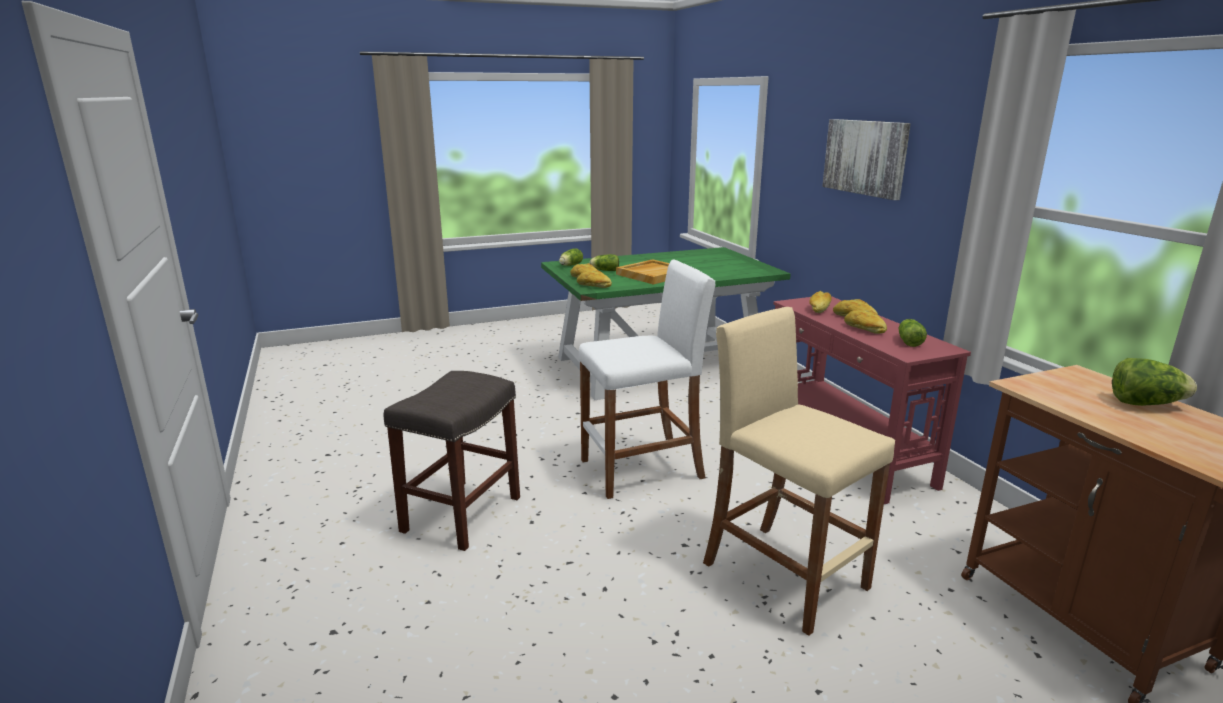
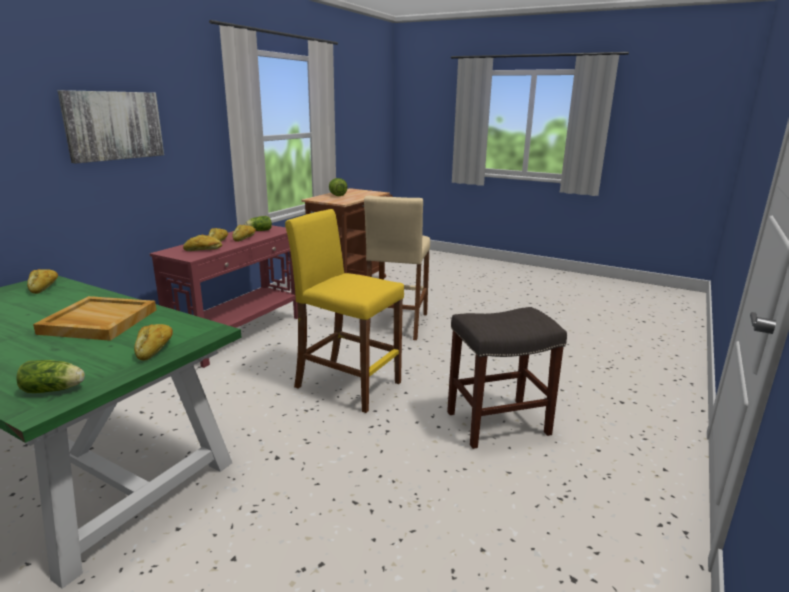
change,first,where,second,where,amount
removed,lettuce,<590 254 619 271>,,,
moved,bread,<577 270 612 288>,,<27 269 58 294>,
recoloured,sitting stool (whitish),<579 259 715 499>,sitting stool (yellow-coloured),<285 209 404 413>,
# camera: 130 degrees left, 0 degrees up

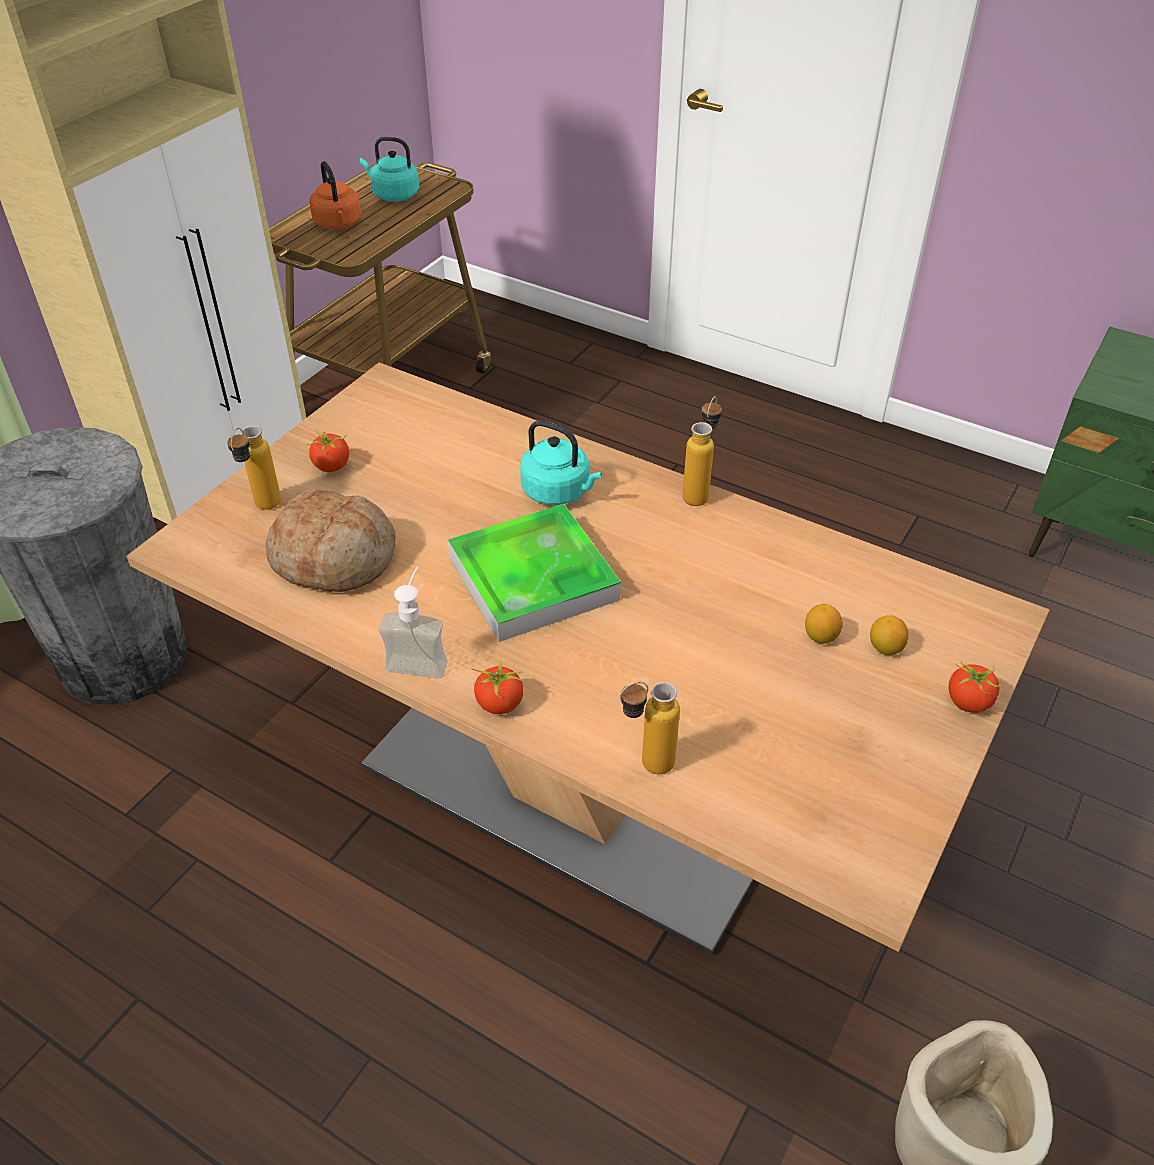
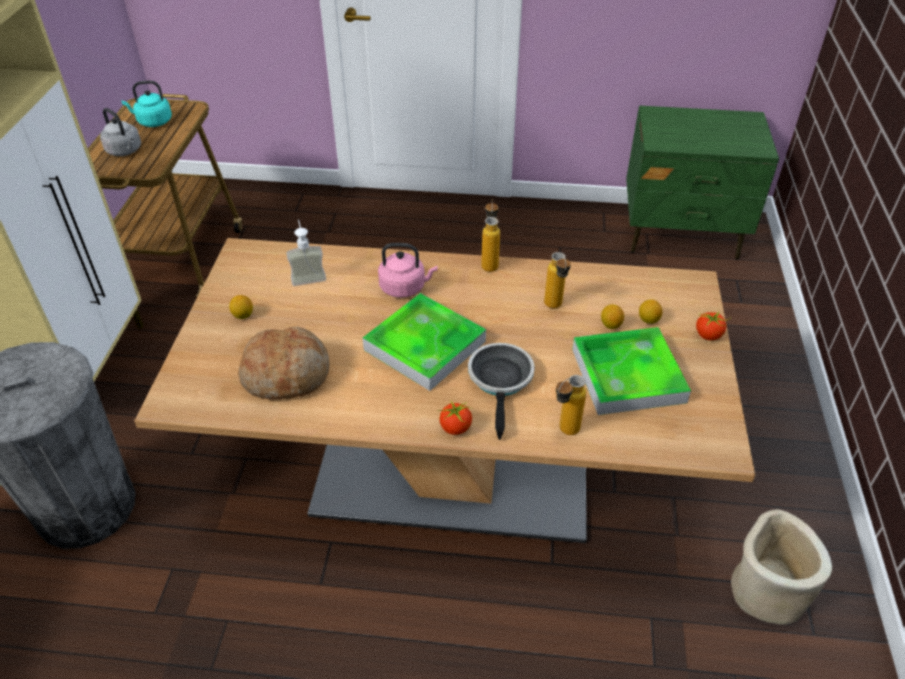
change,first,where,second,where,amount
added,,,skillet,<468 343 535 440>,
added,,,carrying tray,<572 327 691 415>,
moved,drink bottle,<227 426 281 510>,,<544 252 571 309>,
moved,liquid soap bottle,<379 567 448 679>,,<287 219 326 286>,
replaced,fresh tomato,<307 431 349 472>,whole lemon,<229 295 253 319>,
recoloured,tea kettle (orange),<309 161 361 229>,tea kettle (gray),<100 108 141 156>,
recoloured,tea kettle (turquoise-coloured),<520 420 602 505>,tea kettle (pink),<378 243 438 298>,
# camera: 25 degrees left, 0 degrees up

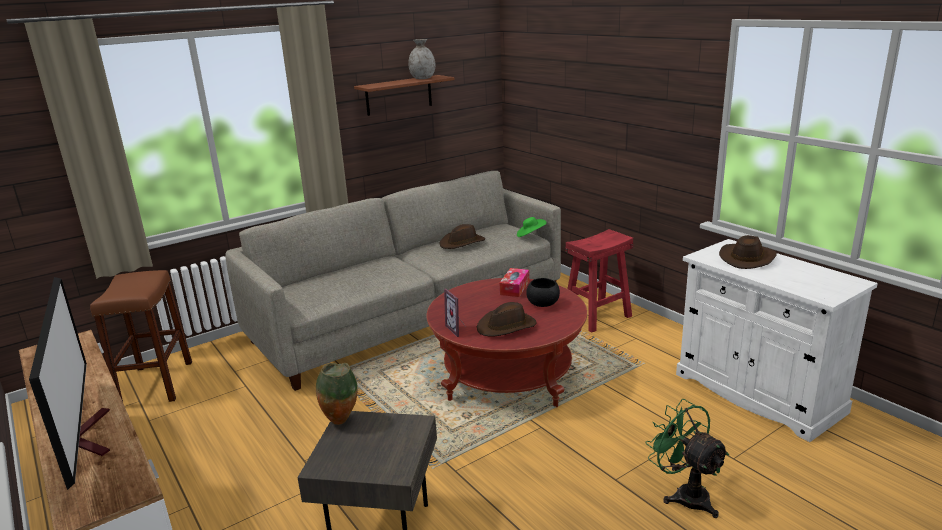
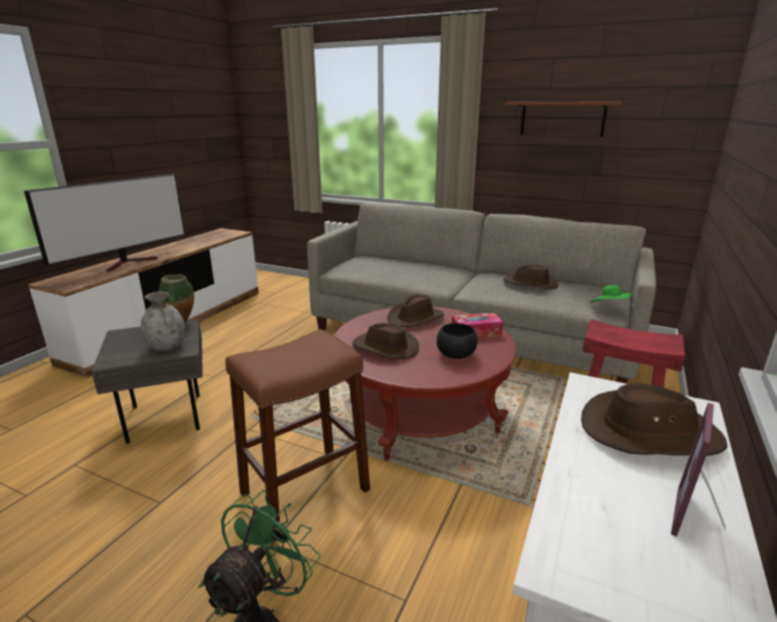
change,first,where,second,where,amount
added,,,clothing hat (brownish),<387 294 444 327>,
moved,sitting stool (brownish),<90 270 192 402>,,<225 329 370 542>,
moved,decorative vase (gray),<408 39 435 79>,,<141 292 185 351>,
moved,photo frame,<444 288 466 337>,,<671 403 725 537>,
# camera: 60 degrees right, 0 degrees up

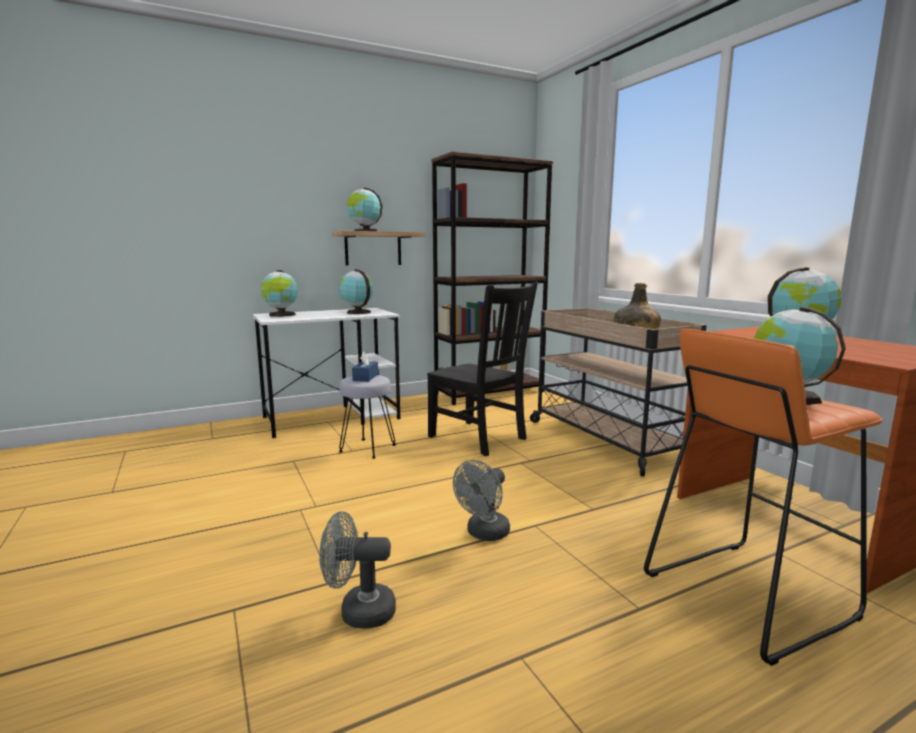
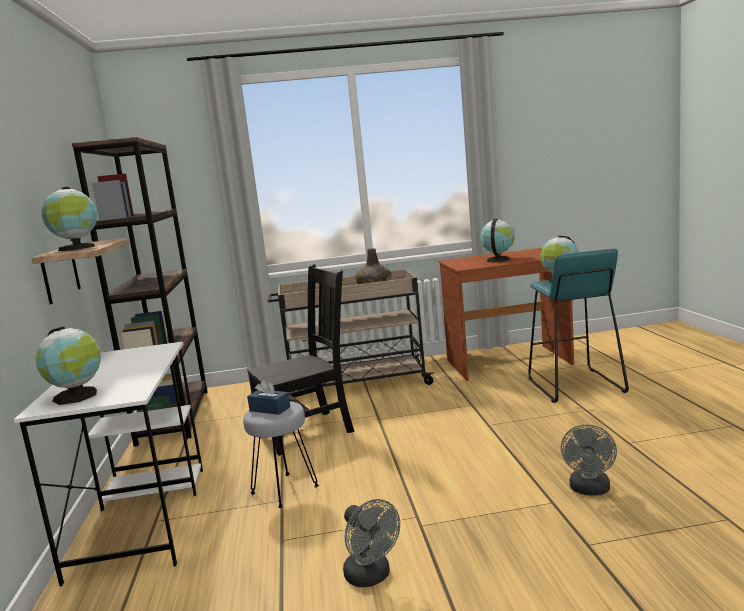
change,first,where,second,where,amount
removed,globe,<339 269 373 314>,,,
moved,cooling fan (gray),<453 460 510 541>,,<343 499 400 587>,
recoloured,sitting stool (orange),<644 329 883 666>,sitting stool (turquoise-coloured),<528 249 629 403>,
# camera: 70 degrees left, 0 degrees up

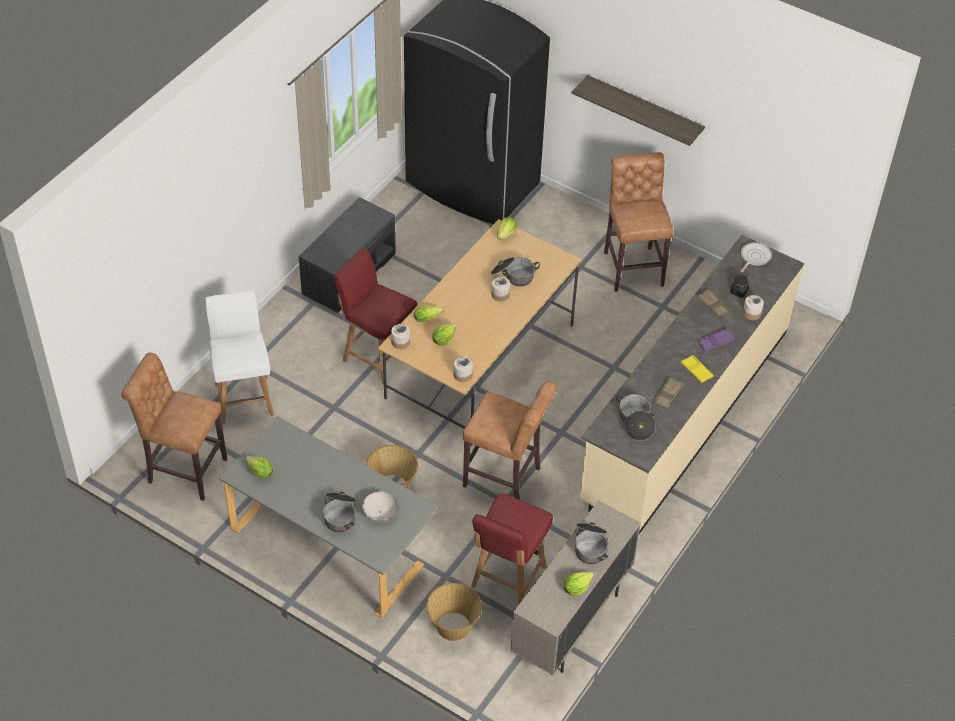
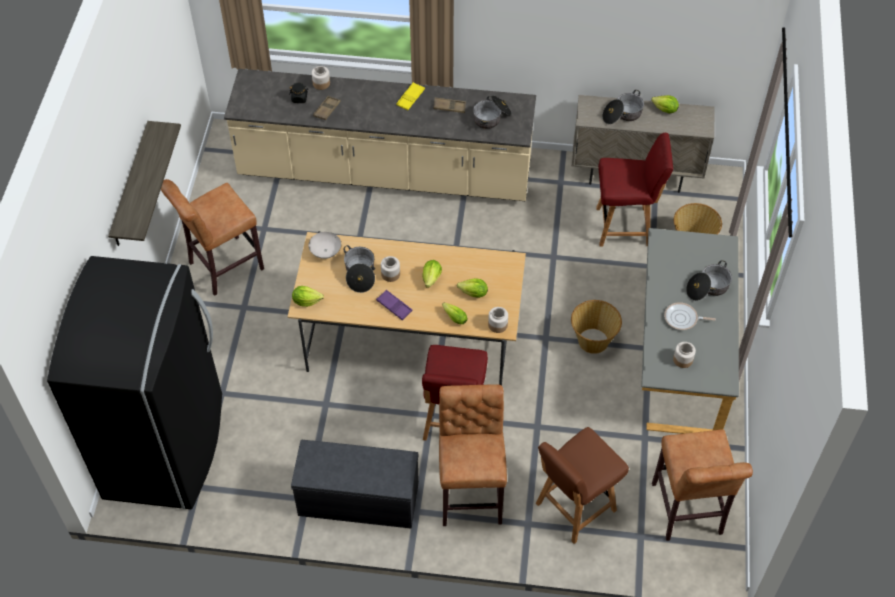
change,first,where,second,where,amount
moved,lettuce,<246 456 273 478>,,<422 260 442 288>,
moved,serving bowl (whitish),<362 492 397 521>,,<308 232 341 259>,
moved,storage jar,<454 357 473 382>,,<673 342 696 368>,
moved,sitting stool (brownish),<463 381 556 500>,,<439 384 507 526>,
moved,carrying tray (purple),<698 328 735 352>,,<376 290 412 320>,
moved,skillet,<740 242 772 272>,,<664 302 716 330>,
recoloured,chair (whitish),<205 290 274 424>,chair (brownish),<536 427 629 544>,
# camera: 115 degrees left, 5 degrees up

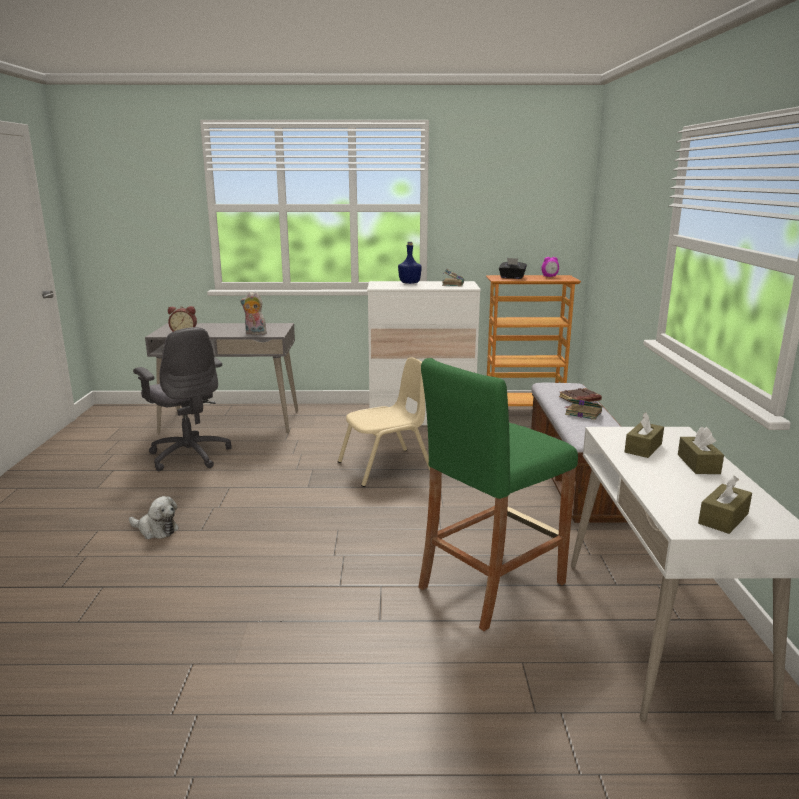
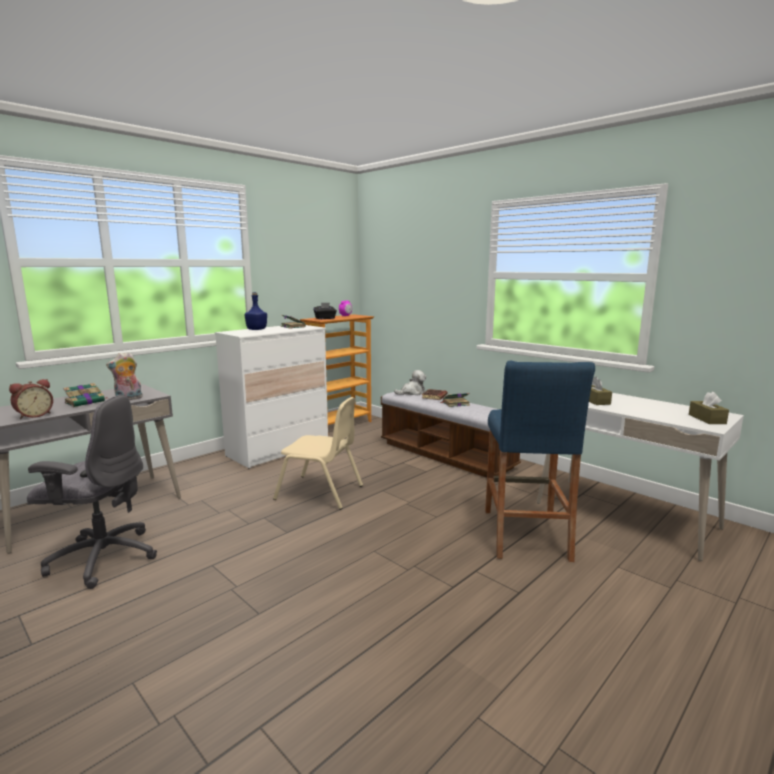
change,first,where,second,where,amount
removed,box of tissues (brownish),<678 427 724 474>,,,
added,,,book,<63 383 107 407>,
moved,plush toy,<129 496 179 539>,,<394 370 426 395>,
recoloured,sitting stool (green-coloured),<418 358 578 631>,sitting stool (bluish),<485 360 595 562>,
turned,chair (beige),<338 357 430 487>,,<273 397 363 510>,90 degrees clockwise
# camera: 45 degrees left, 5 degrees down

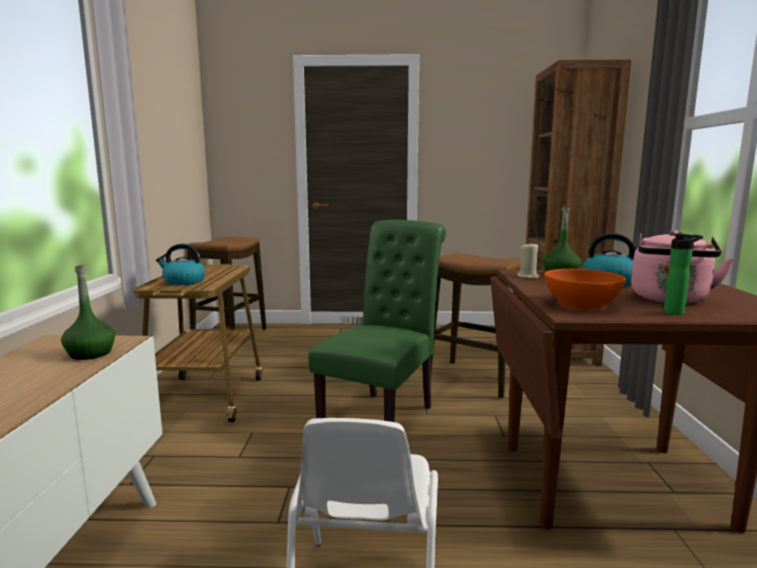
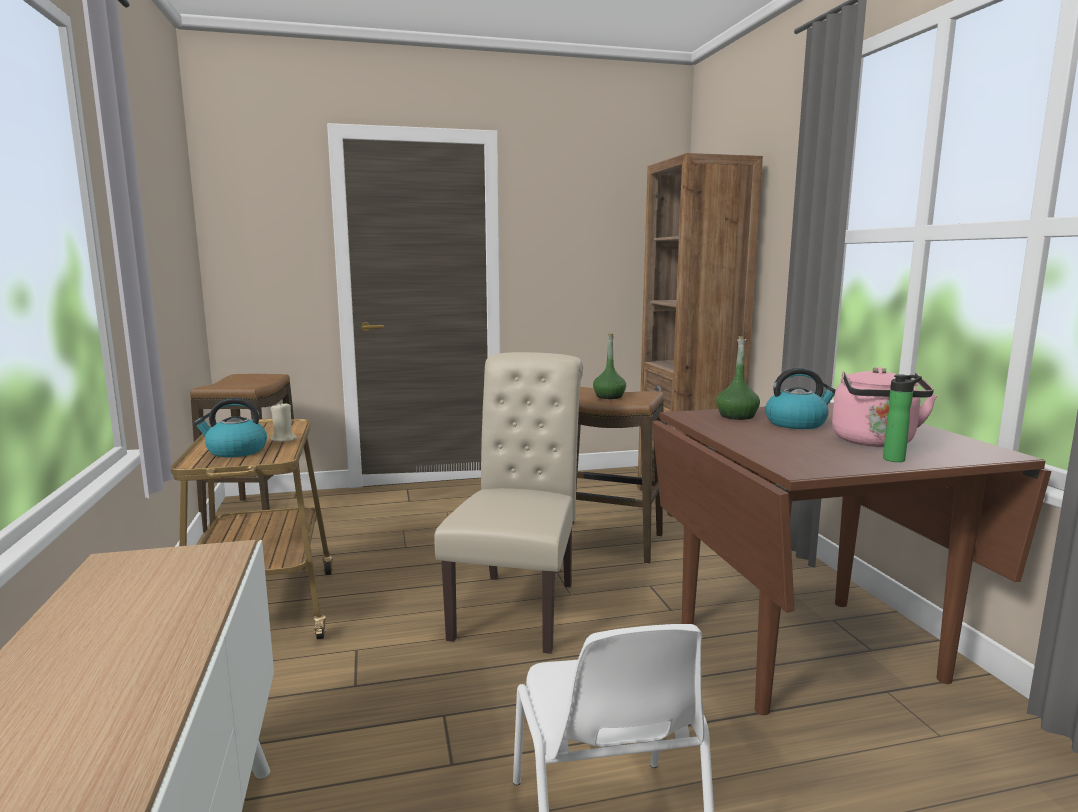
change,first,where,second,where,amount
removed,serving bowl (orange),<544 269 626 310>,,,
moved,drink bottle (green-coloured),<61 264 115 360>,,<593 333 626 399>,
moved,wax candle (beige),<517 243 540 278>,,<271 402 297 442>,
recoloured,chair (green-coloured),<309 220 446 422>,chair (beige),<434 352 583 654>,
# camera: 15 degrees left, 0 degrees up

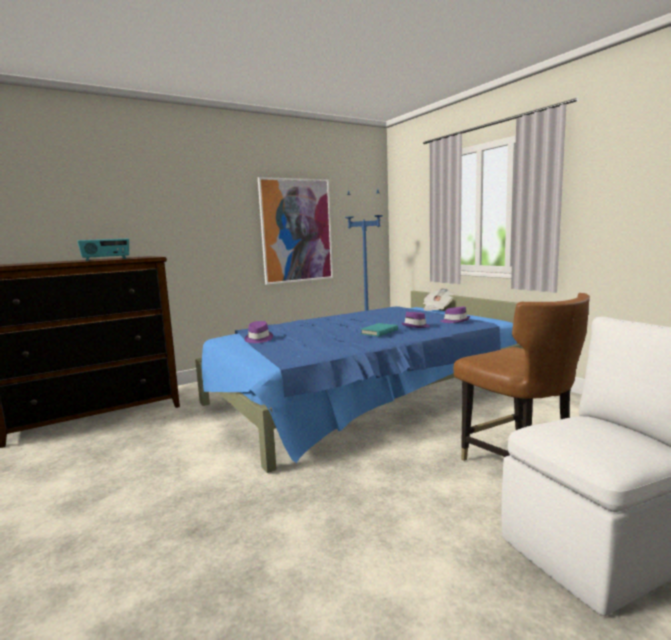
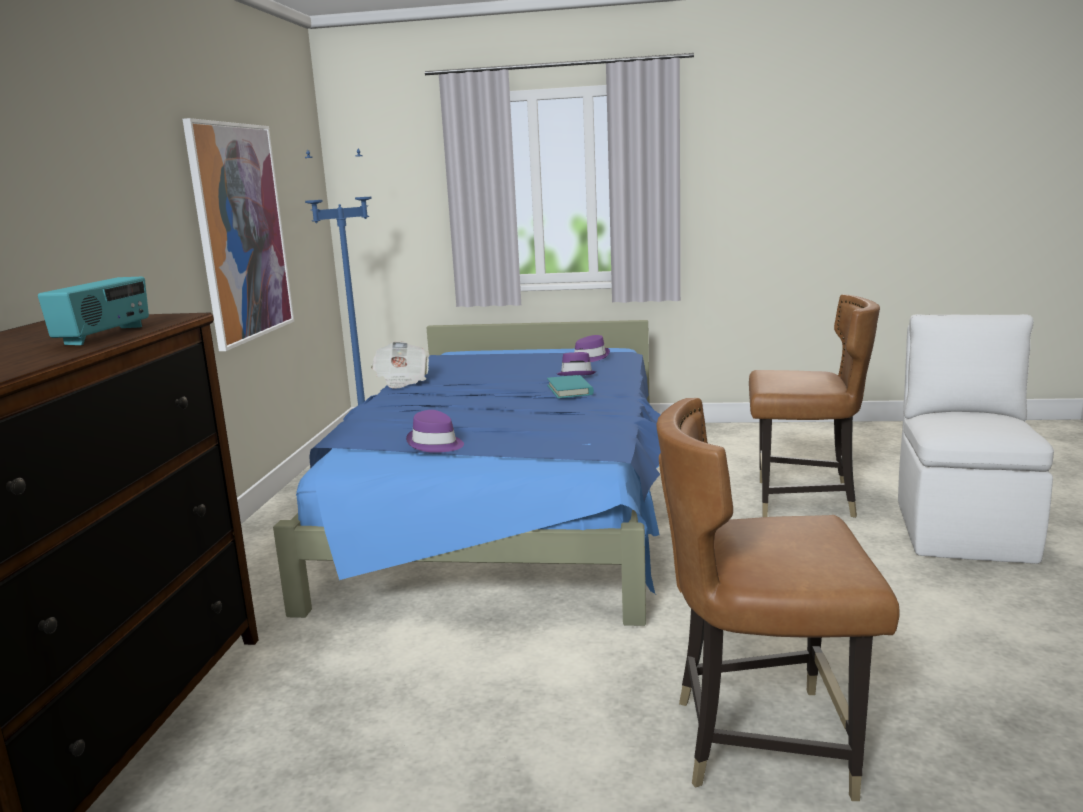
change,first,where,second,where,amount
added,,,chair (brownish),<656 398 900 801>,
moved,printed paper,<423 288 455 311>,,<371 341 429 389>,
# camera: 50 degrees left, 5 degrees up

